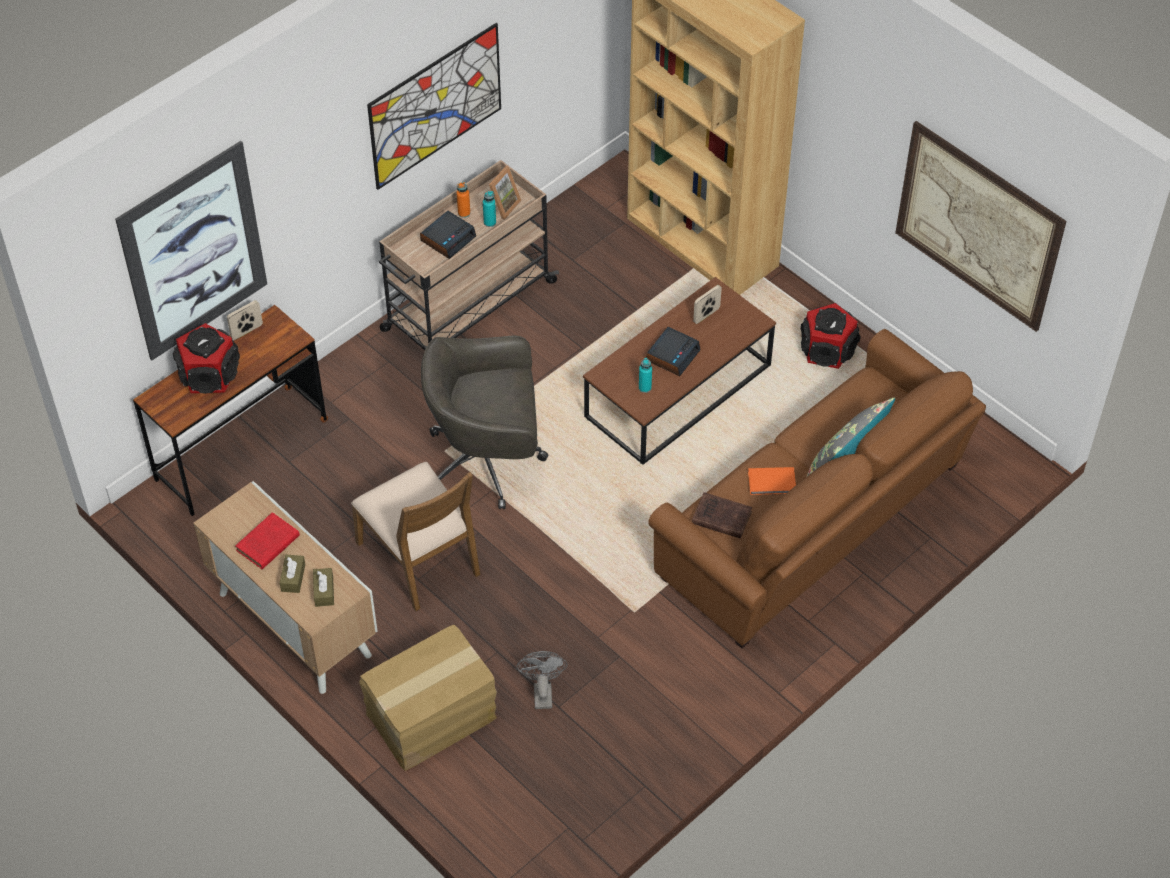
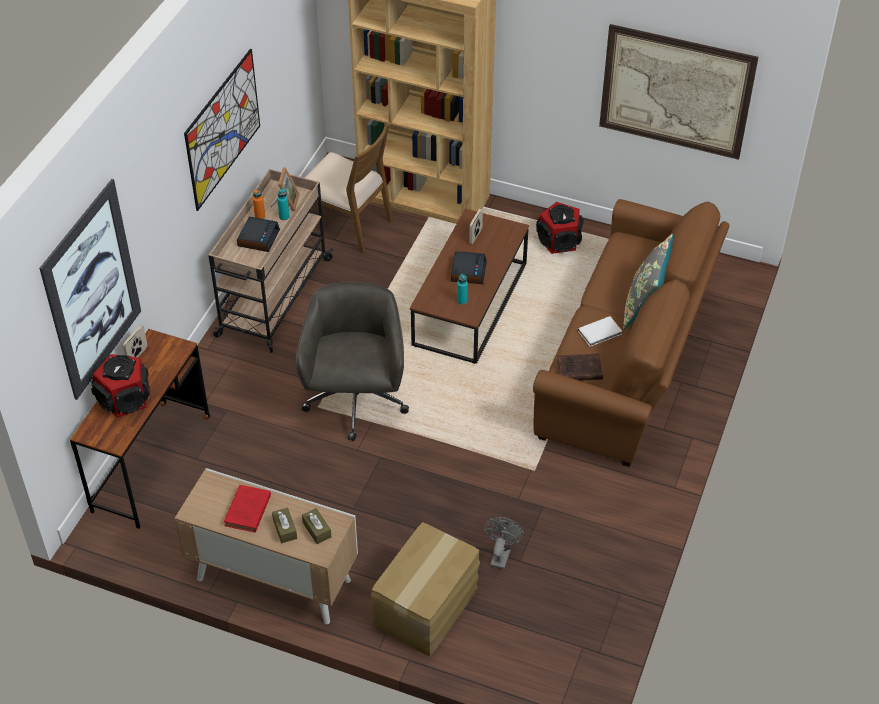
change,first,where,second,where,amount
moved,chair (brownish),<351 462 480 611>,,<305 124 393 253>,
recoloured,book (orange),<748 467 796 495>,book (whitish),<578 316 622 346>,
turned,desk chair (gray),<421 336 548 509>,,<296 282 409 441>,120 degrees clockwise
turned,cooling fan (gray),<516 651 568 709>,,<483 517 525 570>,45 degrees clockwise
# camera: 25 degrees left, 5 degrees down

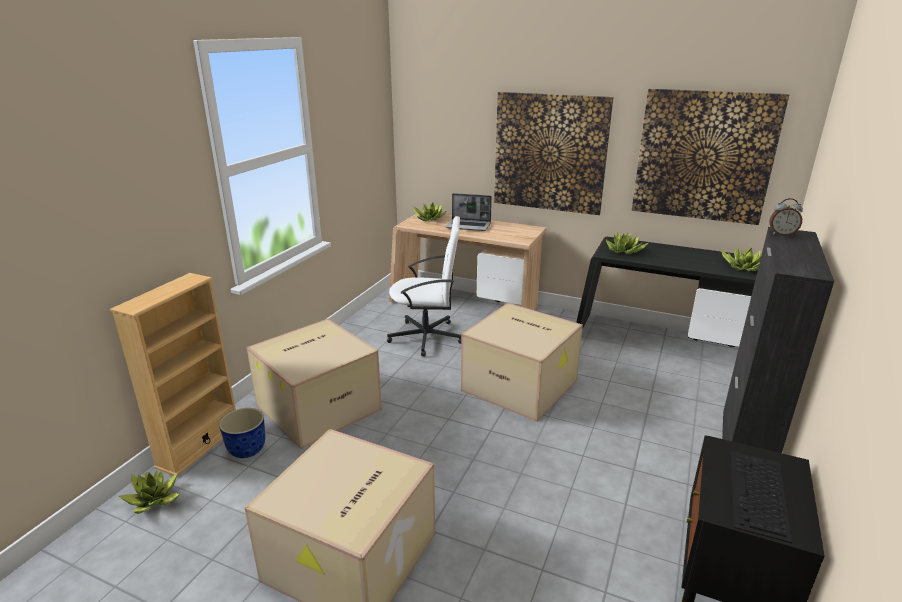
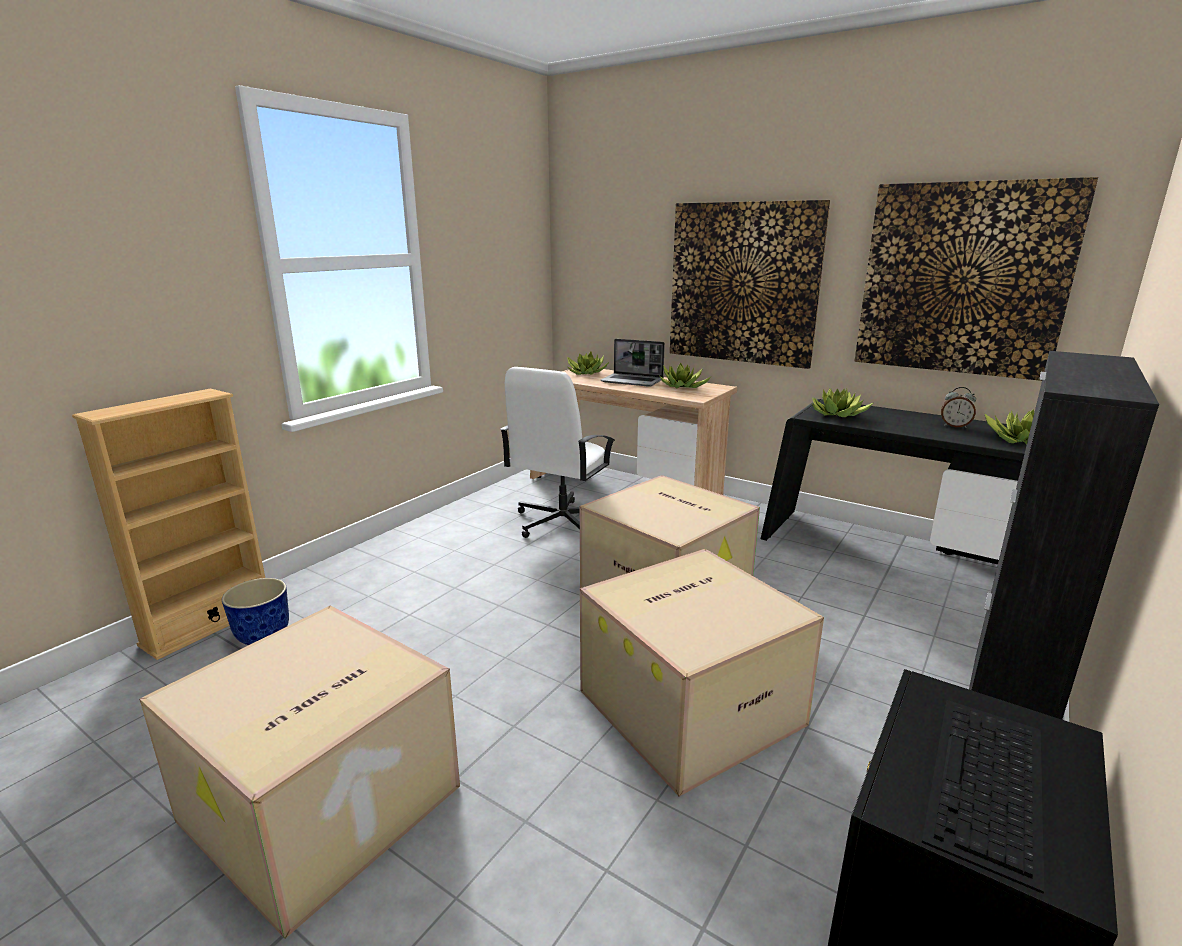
change,first,where,second,where,amount
moved,potted plant,<119 470 180 514>,,<660 362 712 389>,
moved,cardboard box,<247 319 382 449>,,<580 549 824 796>,
moved,table clock,<769 198 803 236>,,<941 387 976 428>,
turned,desk chair (whitish),<387 216 461 357>,,<500 367 615 538>,105 degrees clockwise
# camera: 10 degrees right, 5 degrees down

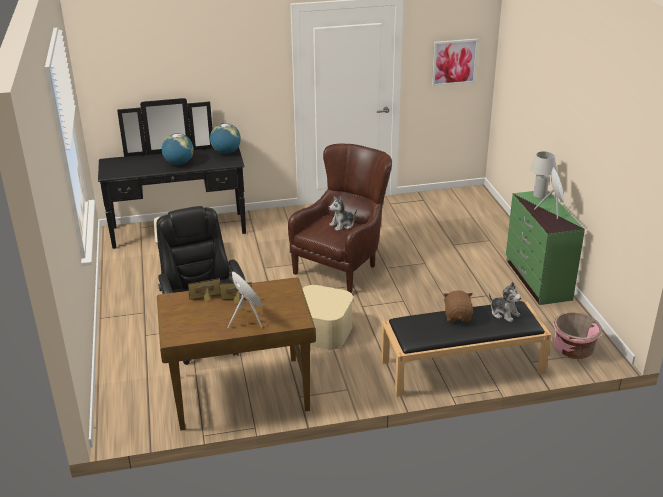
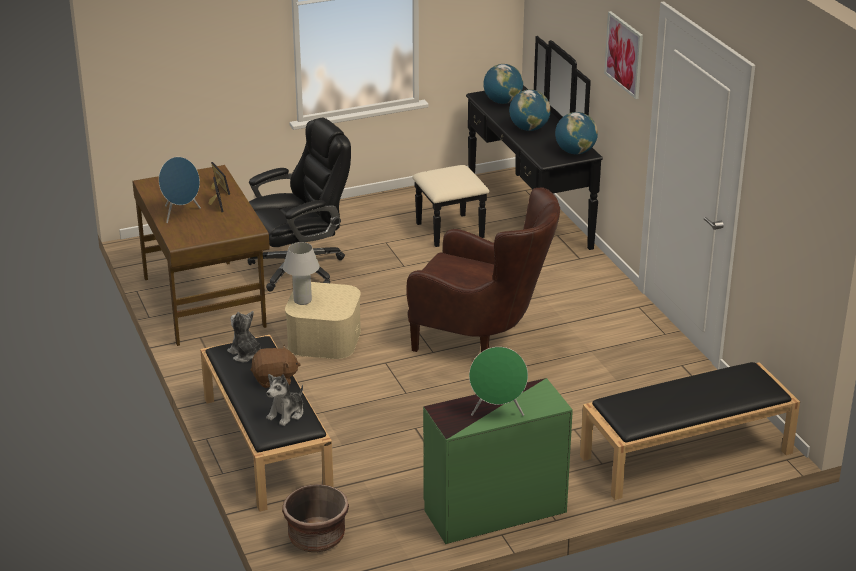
change,first,where,second,where,amount
added,,,globe,<483 64 523 104>,
added,,,indoor bench (black),<580 362 800 500>,
moved,plush toy,<329 196 357 231>,,<227 311 261 362>,
moved,wall art,<432 39 478 86>,,<604 11 643 99>,
moved,tabletop lamp (whitish),<530 151 557 199>,,<283 242 319 305>,
recoloured,loudspeaker (whitish),<534 167 564 219>,loudspeaker (green-coloured),<469 347 528 416>,
recoloured,planter (pink),<553 313 602 359>,planter (brownish),<282 484 349 553>,
# camera: 80 degrees right, 0 degrees up

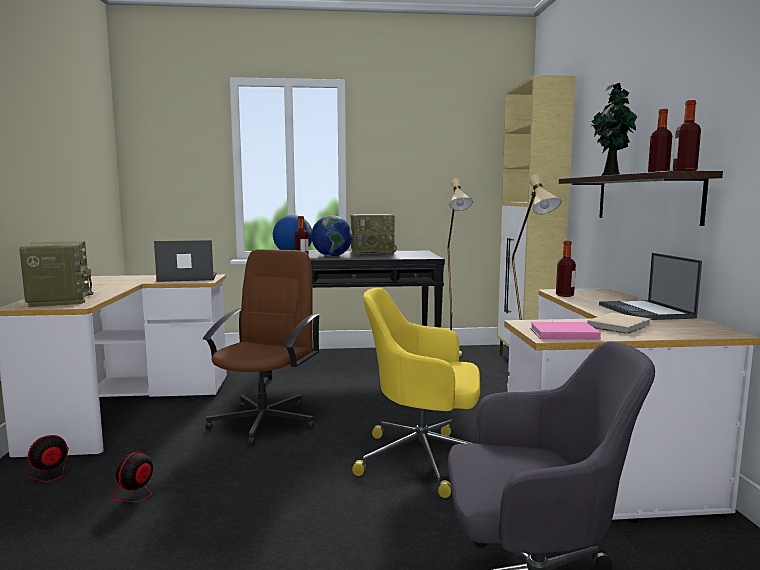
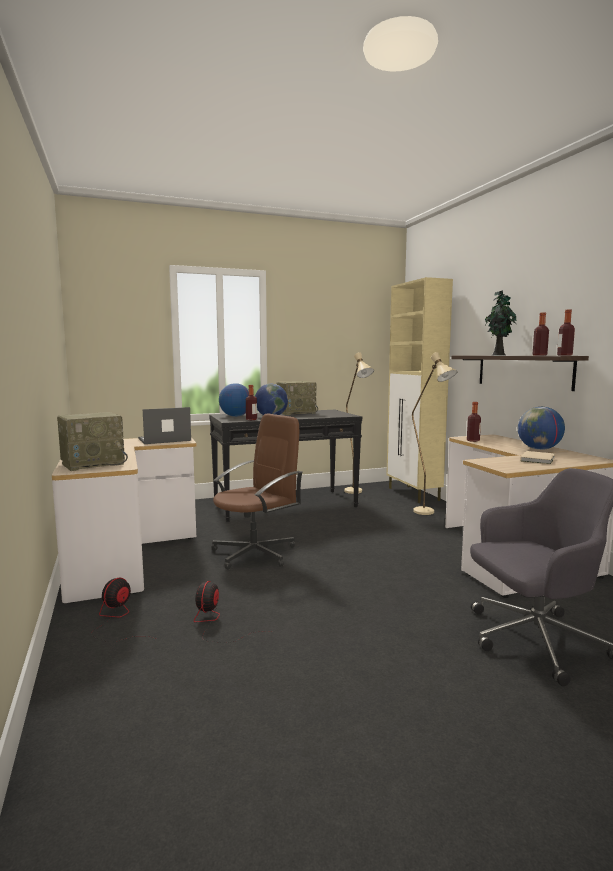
change,first,where,second,where,amount
removed,desk chair (yellow-coloured),<352 288 480 498>,,,
removed,book (pink),<530 322 601 340>,,,
replaced,portable computer,<599 253 702 320>,globe,<518 407 565 450>,
turned,radio,<19 241 94 307>,,<57 412 128 471>,90 degrees clockwise
turned,desk chair (brownish),<203 249 321 446>,,<211 413 302 569>,45 degrees clockwise
# camera: 15 degrees left, 0 degrees up

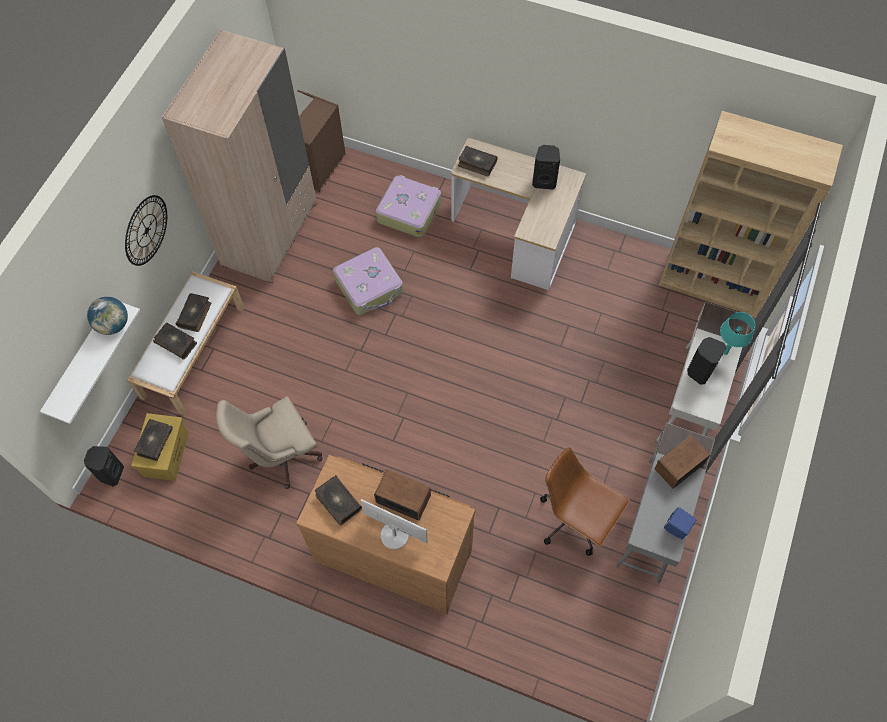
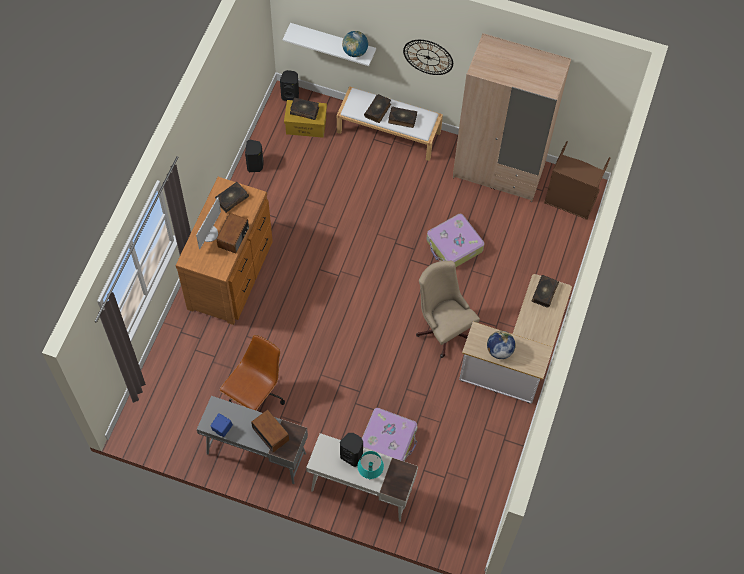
change,first,where,second,where,amount
removed,bookcase (brownish),<659 111 843 318>,,,
added,,,globe,<487 331 516 359>,
moved,desk chair (beige),<216 396 323 489>,,<416 261 480 358>,
moved,piece of luggage,<376 175 441 238>,,<362 408 418 462>,
moved,loudspeaker (black),<532 145 560 190>,,<245 139 264 172>,
# camera: 85 degrees right, 0 degrees up

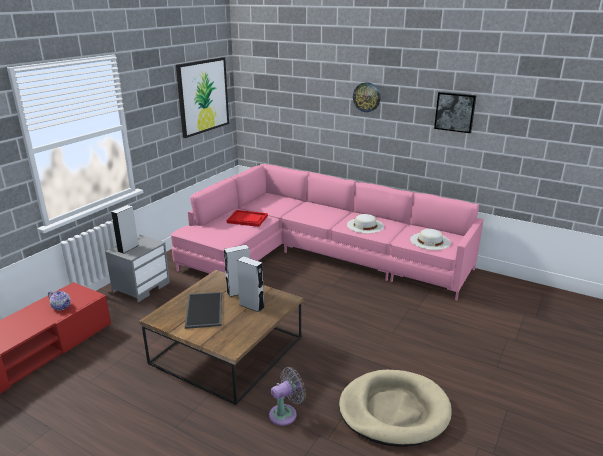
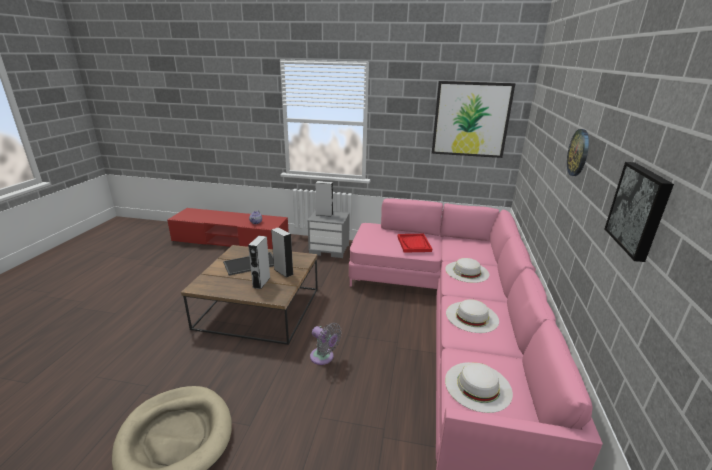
change,first,where,second,where,amount
added,,,clothing hat (whitish),<445 258 489 283>,
moved,cooling fan (gray),<269 367 306 426>,,<310 323 342 365>,
# camera: 70 degrees right, 0 degrees up

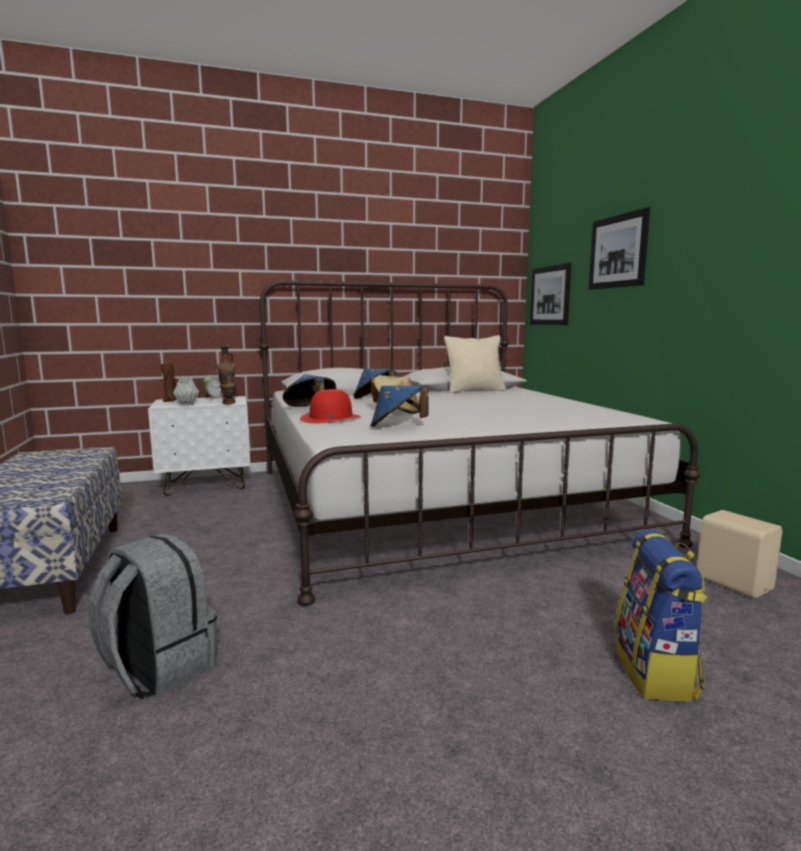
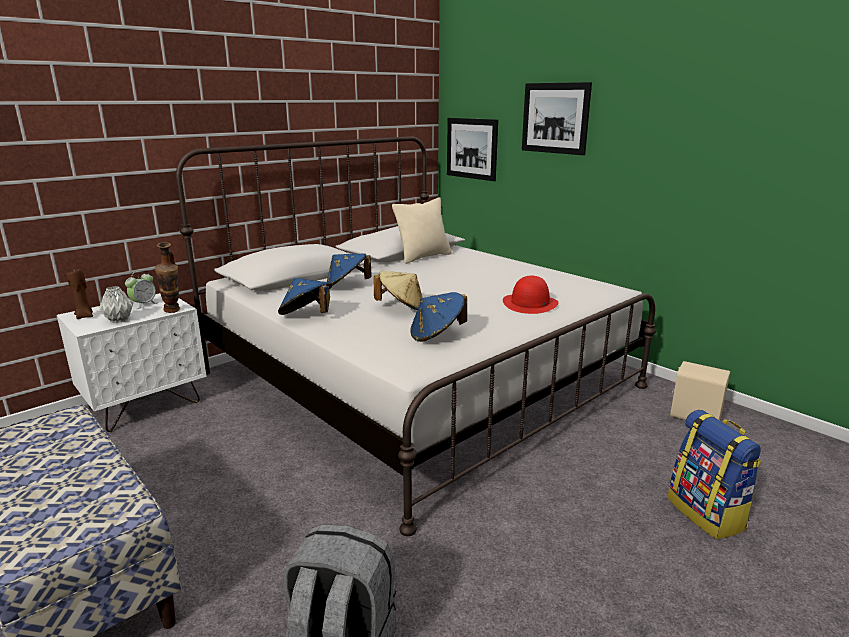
change,first,where,second,where,amount
moved,clothing hat (reddish),<300 389 362 423>,,<503 276 558 314>,
# camera: 25 degrees left, 10 degrees up

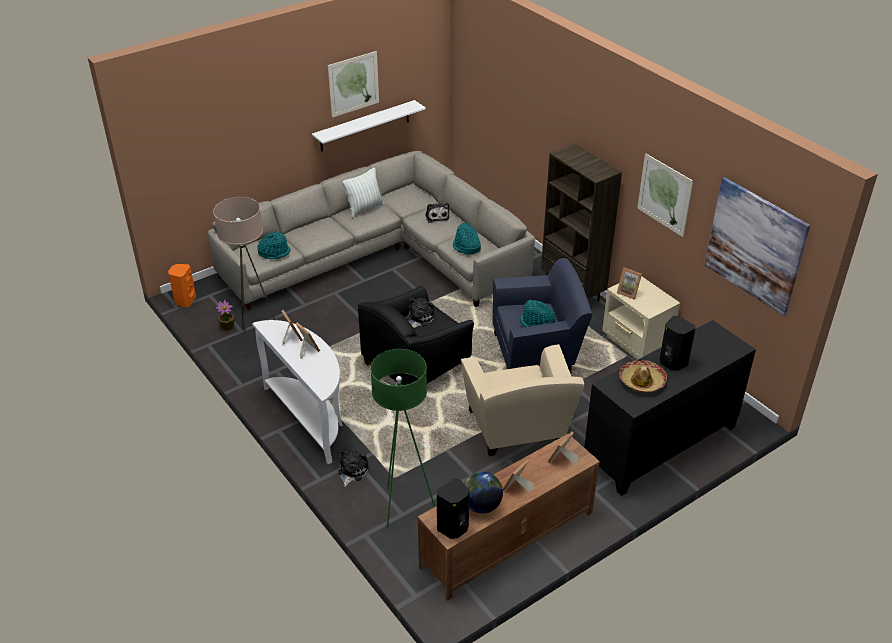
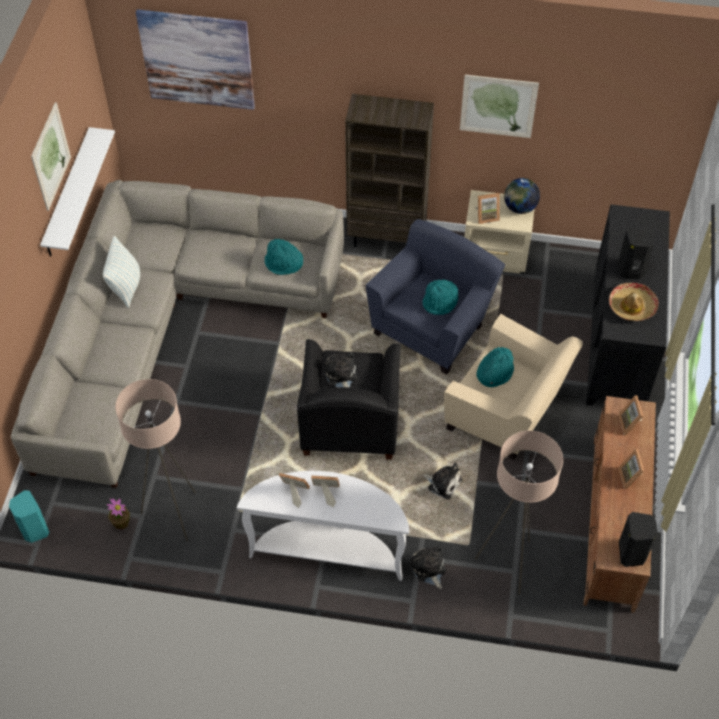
change,first,where,second,where,amount
moved,clothing hat (turquoise-coloured),<257 231 290 259>,,<476 347 514 387>,
moved,plush toy,<425 203 449 223>,,<423 463 462 499>,
moved,globe,<464 472 503 513>,,<504 178 540 214>,
moved,wall art,<705 177 810 316>,,<136 9 255 110>,
recoloured,loudspeaker (orange),<168 264 196 307>,loudspeaker (turquoise-coloured),<9 490 50 543>,
recoloured,standing lamp (green-coloured),<370 349 435 528>,standing lamp (beige),<475 431 563 595>,
# camera: 45 degrees left, 15 degrees up

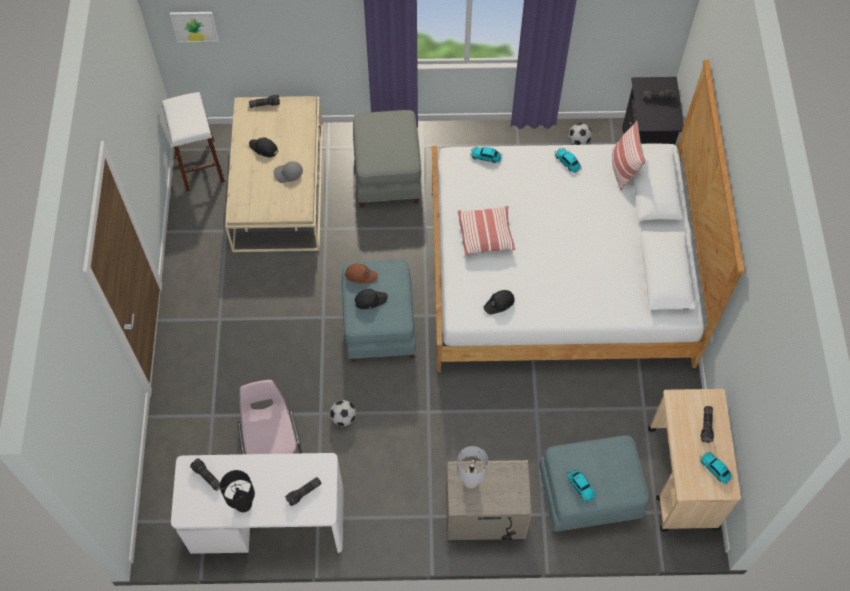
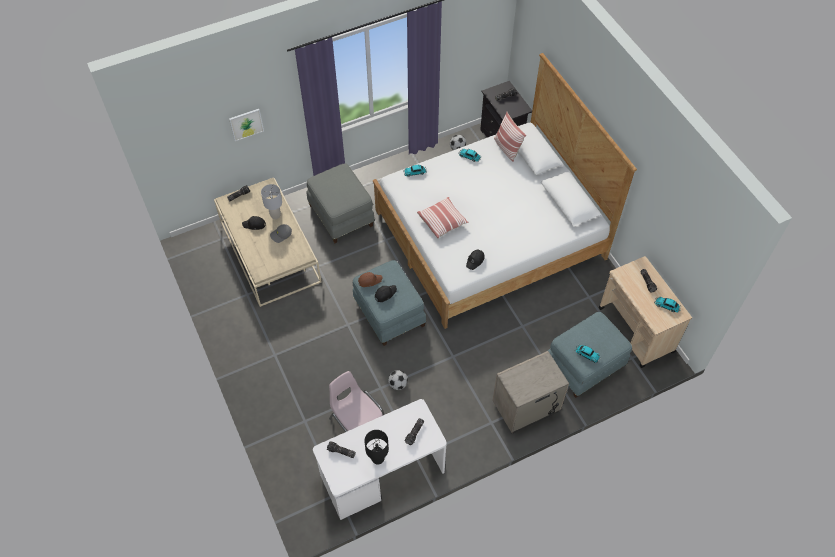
change,first,where,second,where,amount
removed,sitting stool (whitish),<162 92 225 191>,,,
moved,wall art,<170 12 219 42>,,<229 109 264 141>,
moved,tabletop lamp (gray),<457 446 488 489>,,<261 184 282 219>,
# camera: 25 degrees left, 5 degrees down

